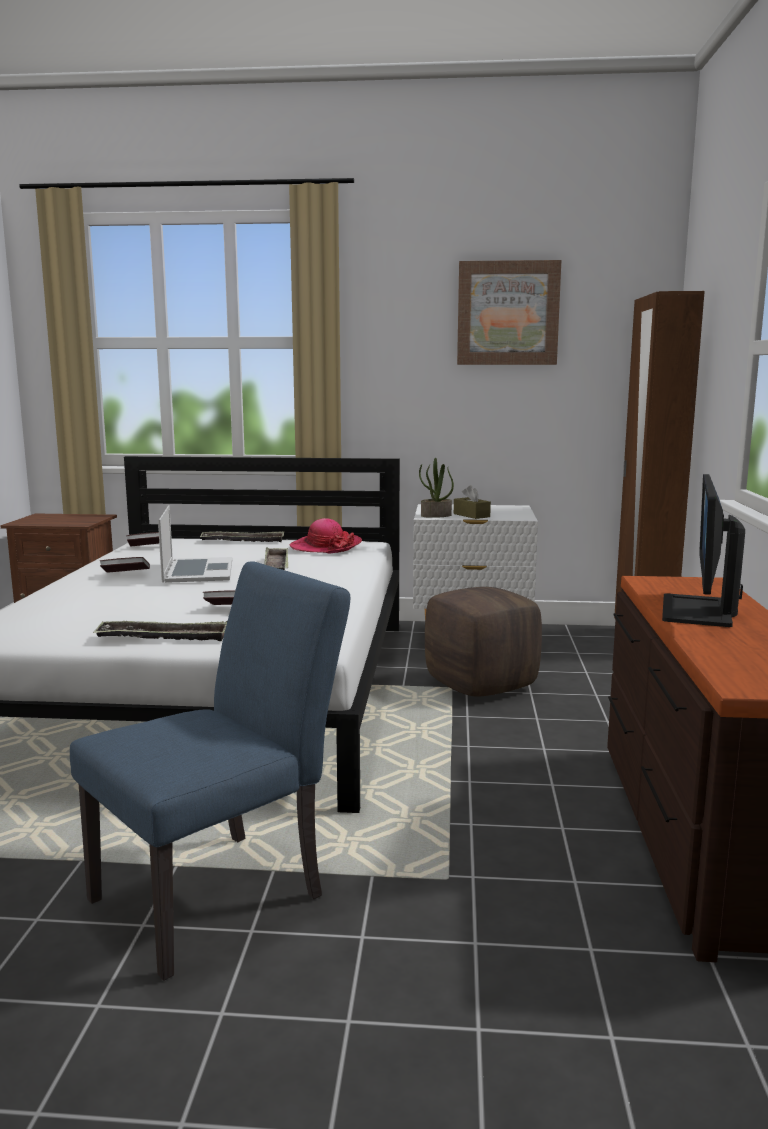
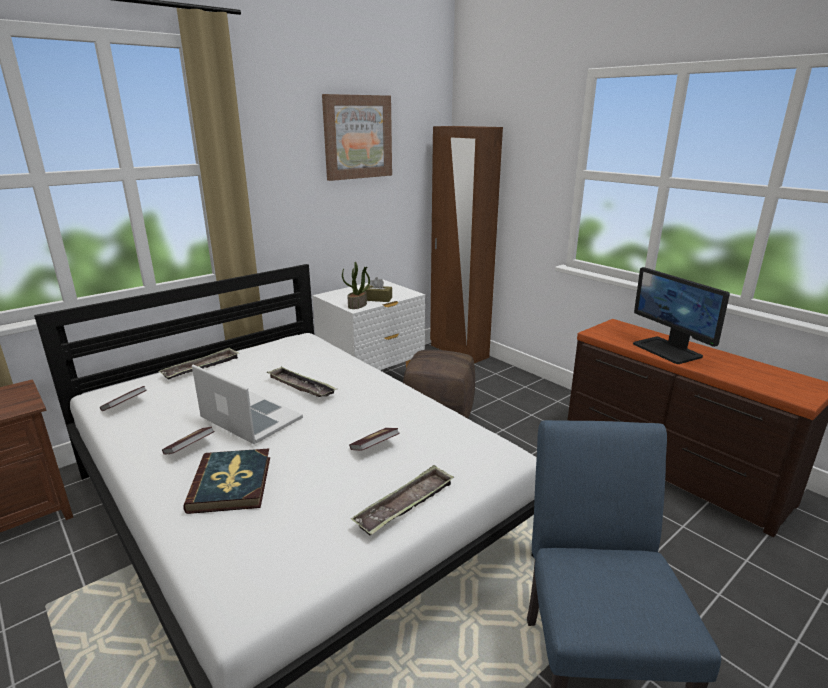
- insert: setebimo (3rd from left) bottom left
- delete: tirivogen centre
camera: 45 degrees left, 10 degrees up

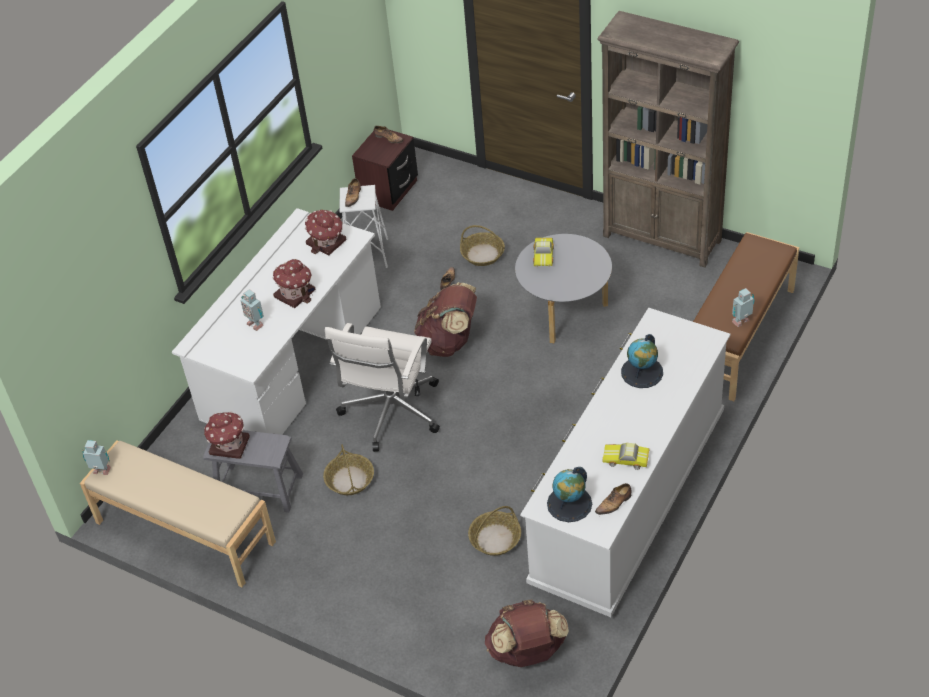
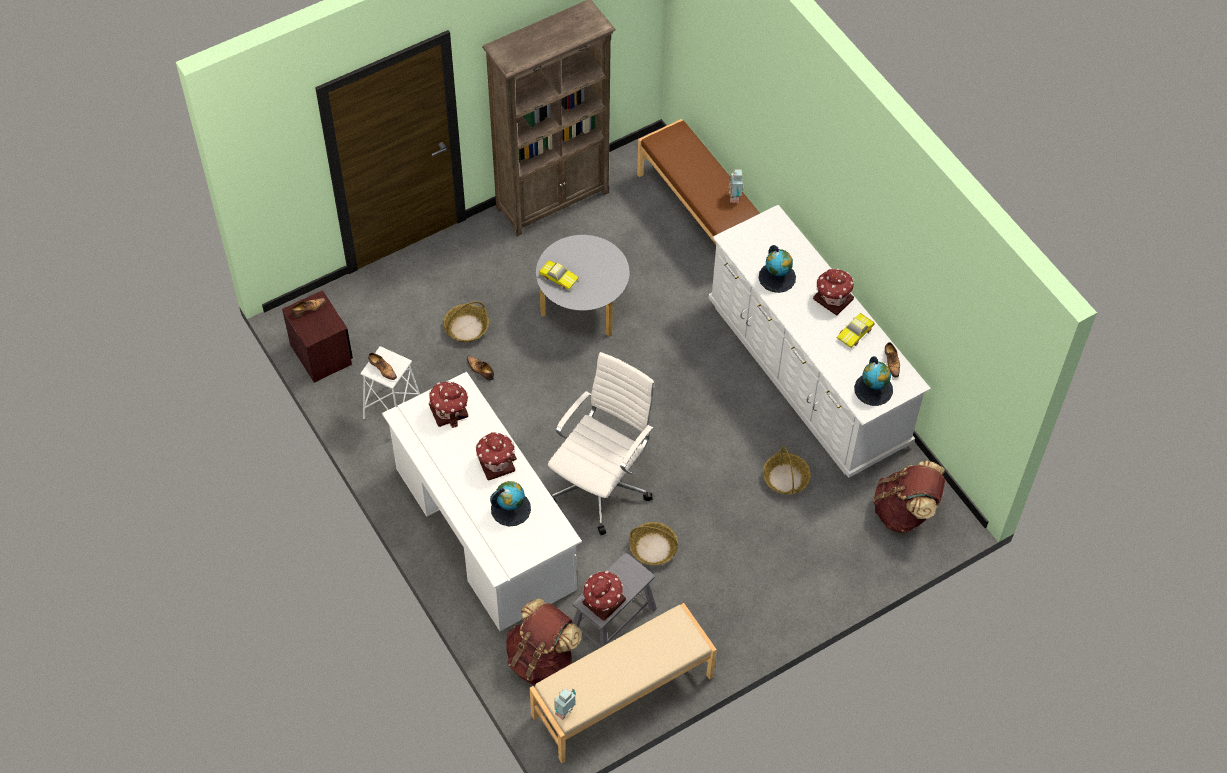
- replace: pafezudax (2nd from left) middle left to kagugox (1st from left) centre
- move: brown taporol (1st from left) centre to bottom centre
- rotate: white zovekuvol centre = centre 105 degrees counterclockwise
- insert: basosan (4th from left) middle right
camera: 65 degrees left, 10 degrees up

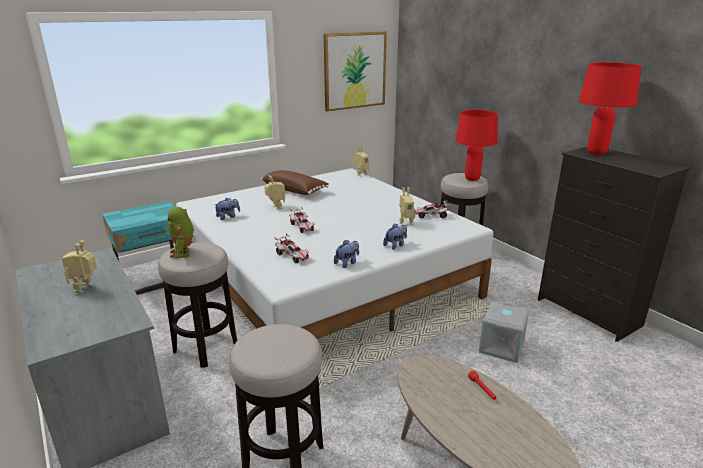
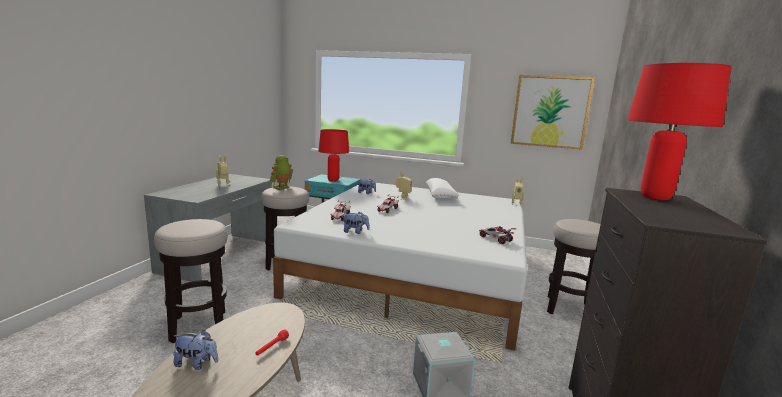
- move: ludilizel (3rd from left in the first image) centre to ludilizel (1st from left) bottom left
- move: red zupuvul (1st from left) top right to centre
- recolor: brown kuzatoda centre to white kuzatoda centre
- delete: pafezudax (5th from left) centre
camera: 50 degrees right, 10 degrees down

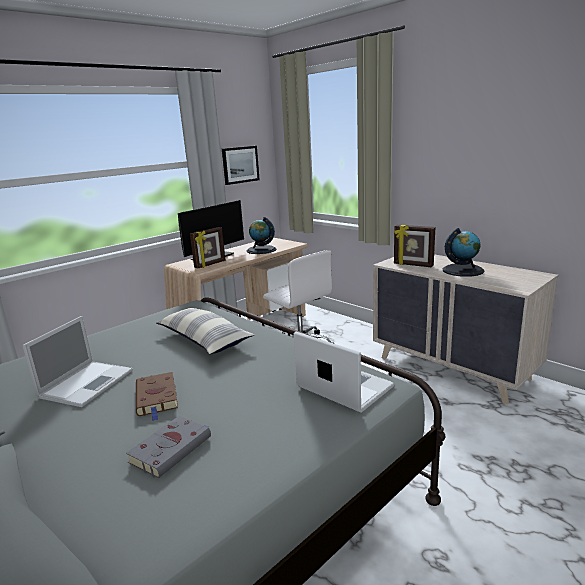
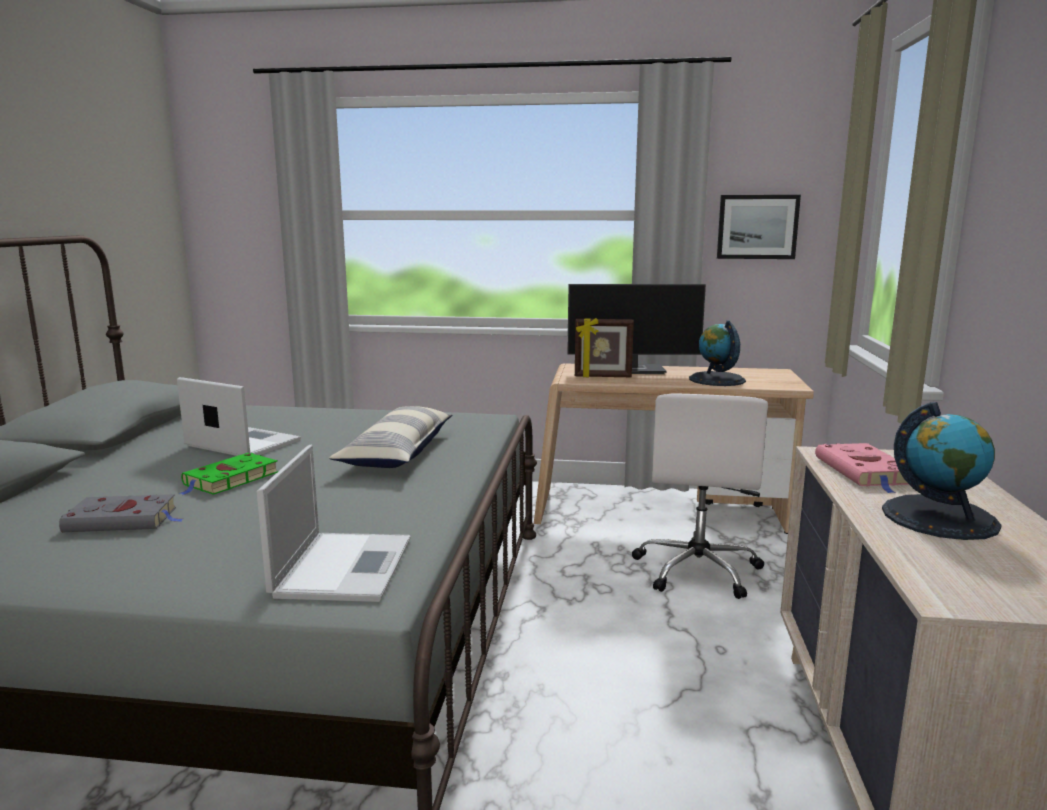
- rotate: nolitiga (1st from left) middle left = middle left 135 degrees counterclockwise
- recolor: brown setebimo bottom left to green setebimo middle left
- replace: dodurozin (2nd from left) middle right to pink setebimo middle right
camera: 50 degrees right, 5 degrees down

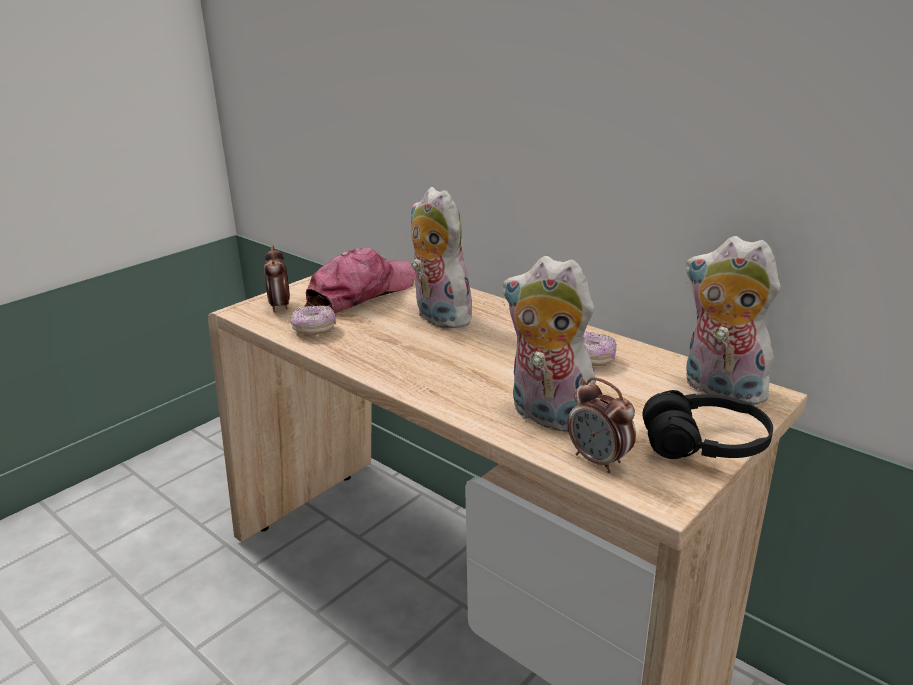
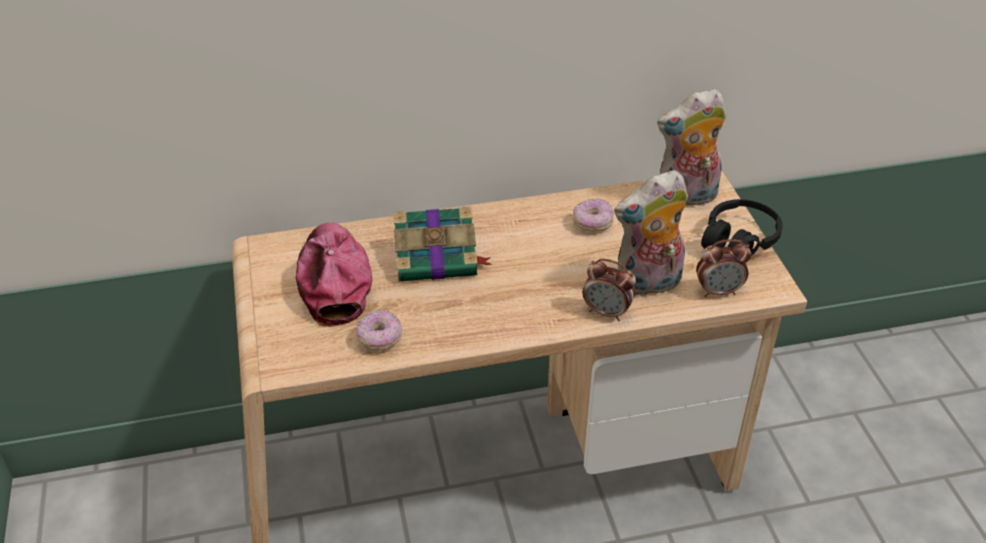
- replace: ludilizel (1st from left) centre to setebimo centre
- move: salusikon (1st from left) middle left to centre
camera: 55 degrees left, 15 degrees up

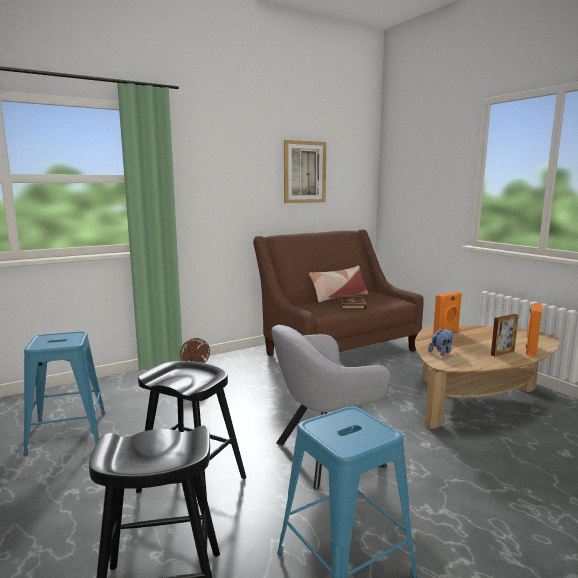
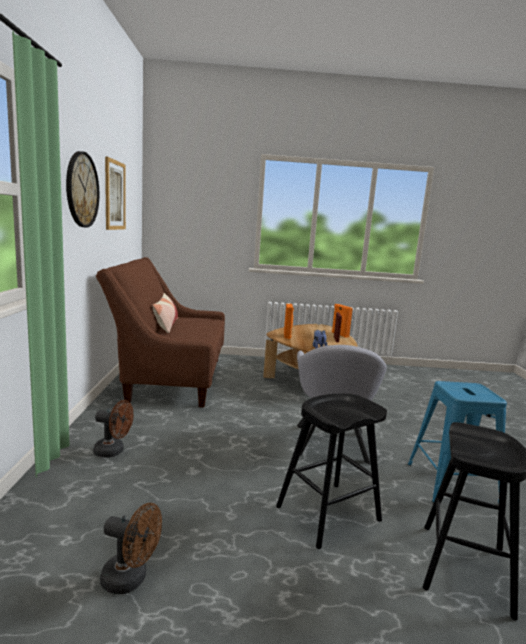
- insert: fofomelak top left
- replace: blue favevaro (1st from left) bottom left to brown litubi (2nd from left) bottom left
- delete: setebimo centre
camera: 60 degrees left, 0 degrees up

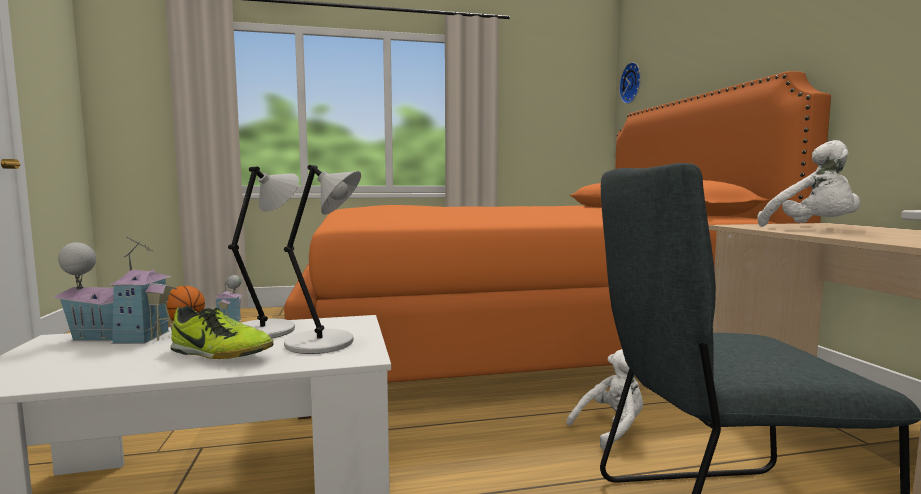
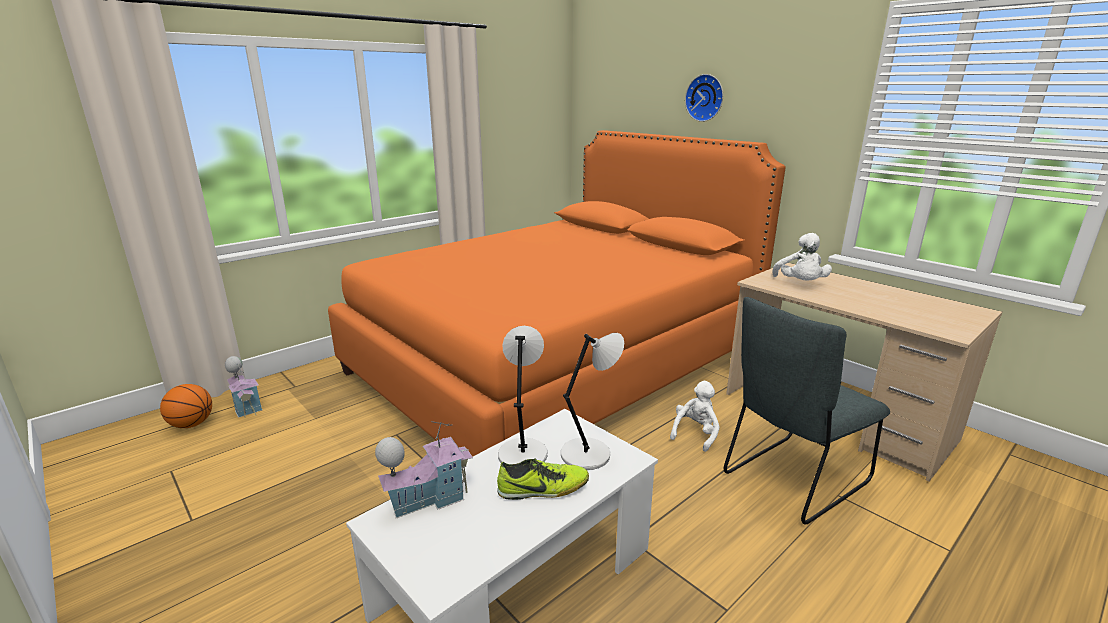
- move: fofomelak top right to top centre
- rotate: white ludilizel (2nd from left) middle right = middle right 45 degrees clockwise
camera: 30 degrees left, 15 degrees up

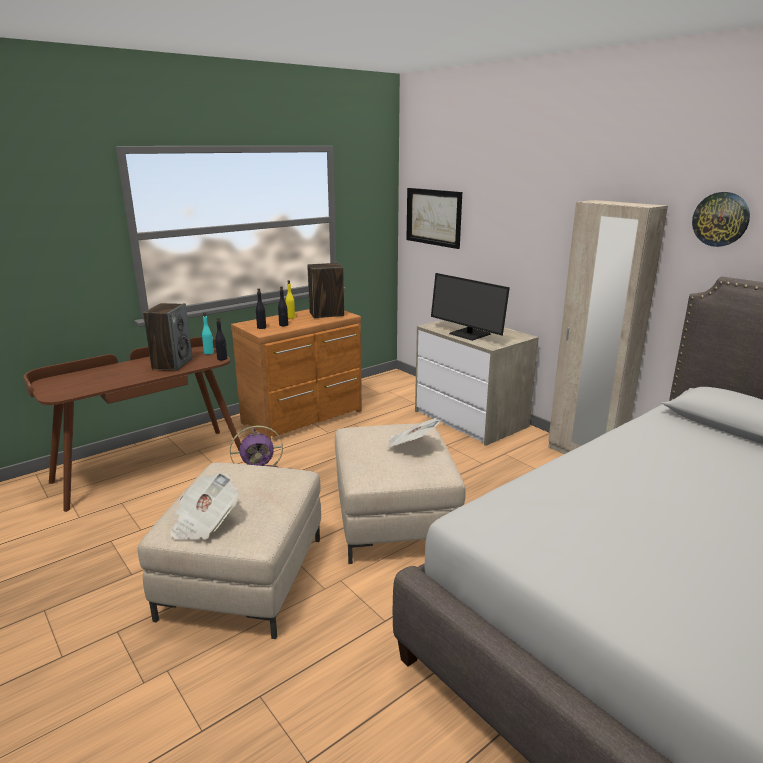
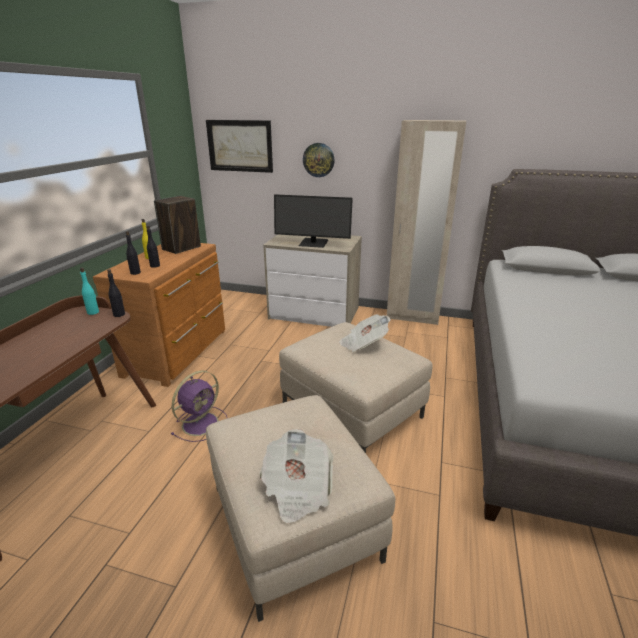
- move: fofomelak top right to top centre
- delete: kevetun (1st from left) middle left
camera: 35 degrees left, 5 degrees up

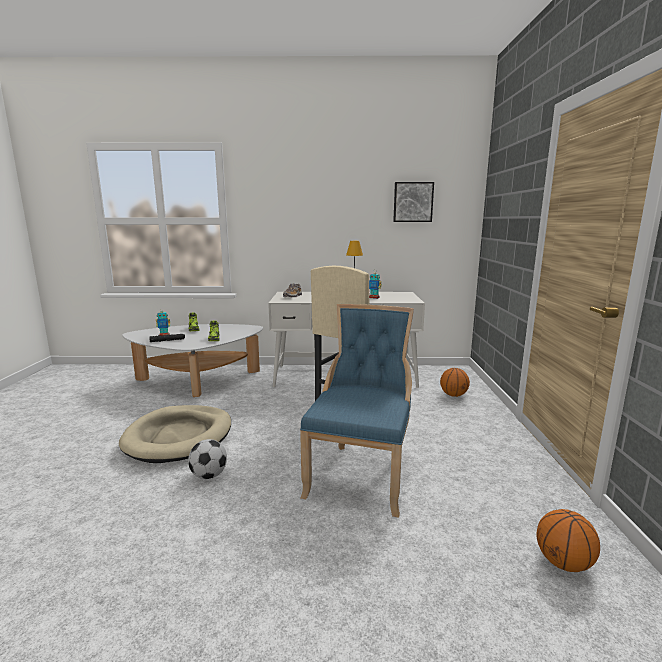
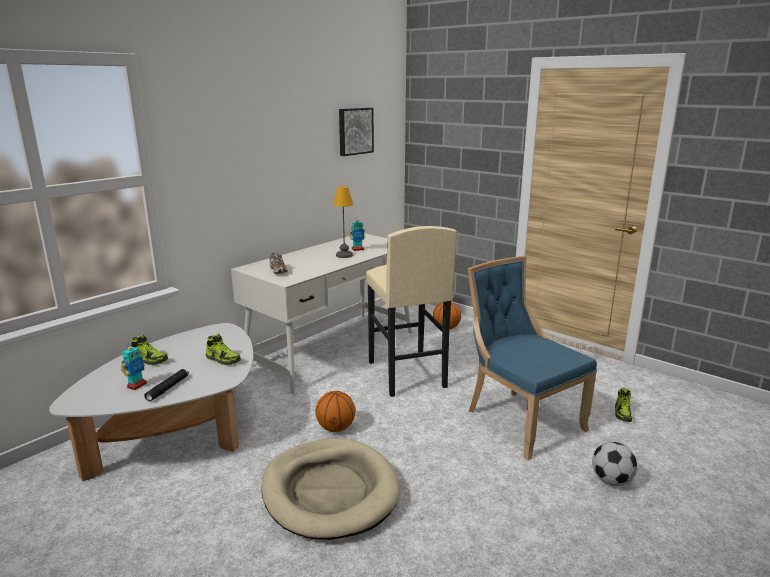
- move: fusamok (2nd from left in the first image) bottom right to fusamok (1st from left) bottom centre
- move: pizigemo bottom left to bottom right
- insert: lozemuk (4th from left) bottom right
camera: 50 degrees left, 5 degrees up

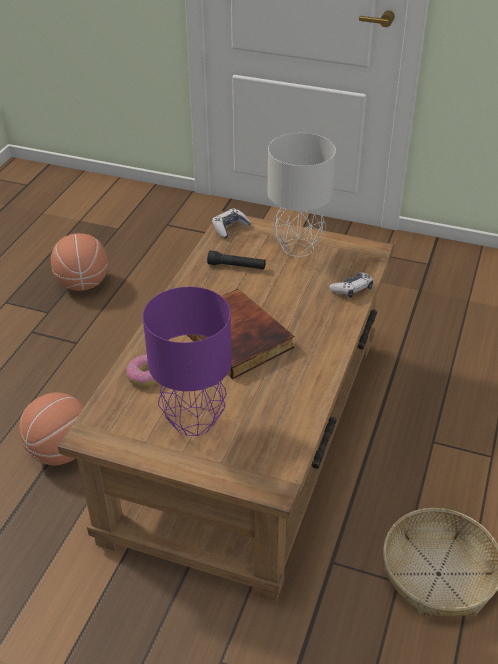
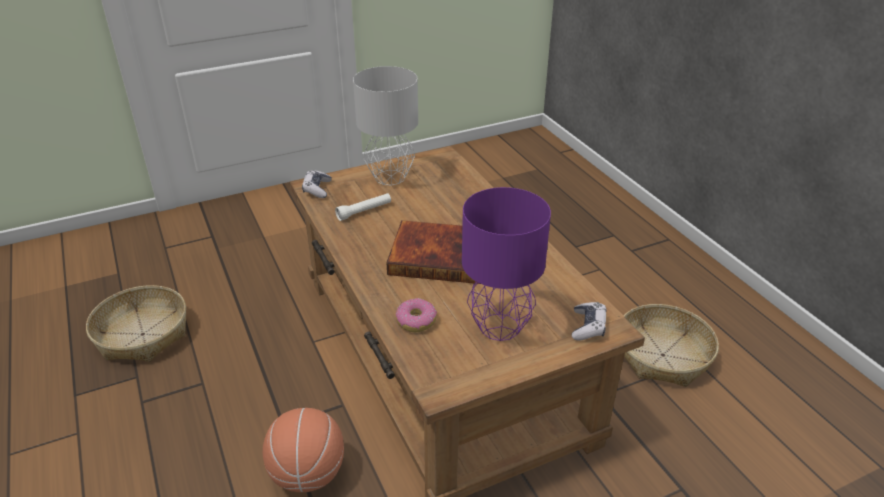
- replace: fusamok (2nd from left) middle left to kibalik (1st from left) middle left
- recolor: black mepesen centre to white mepesen centre
- move: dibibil (2nd from left) middle right to centre
camera: 45 degrees left, 5 degrees down

